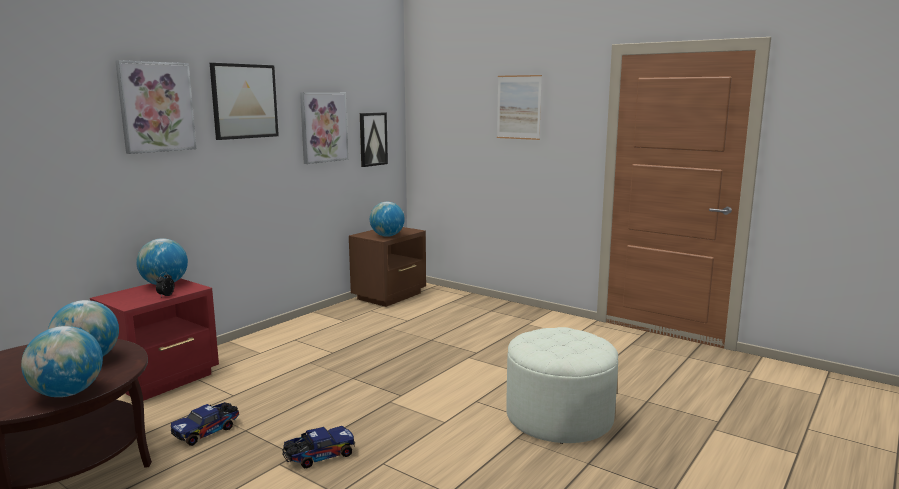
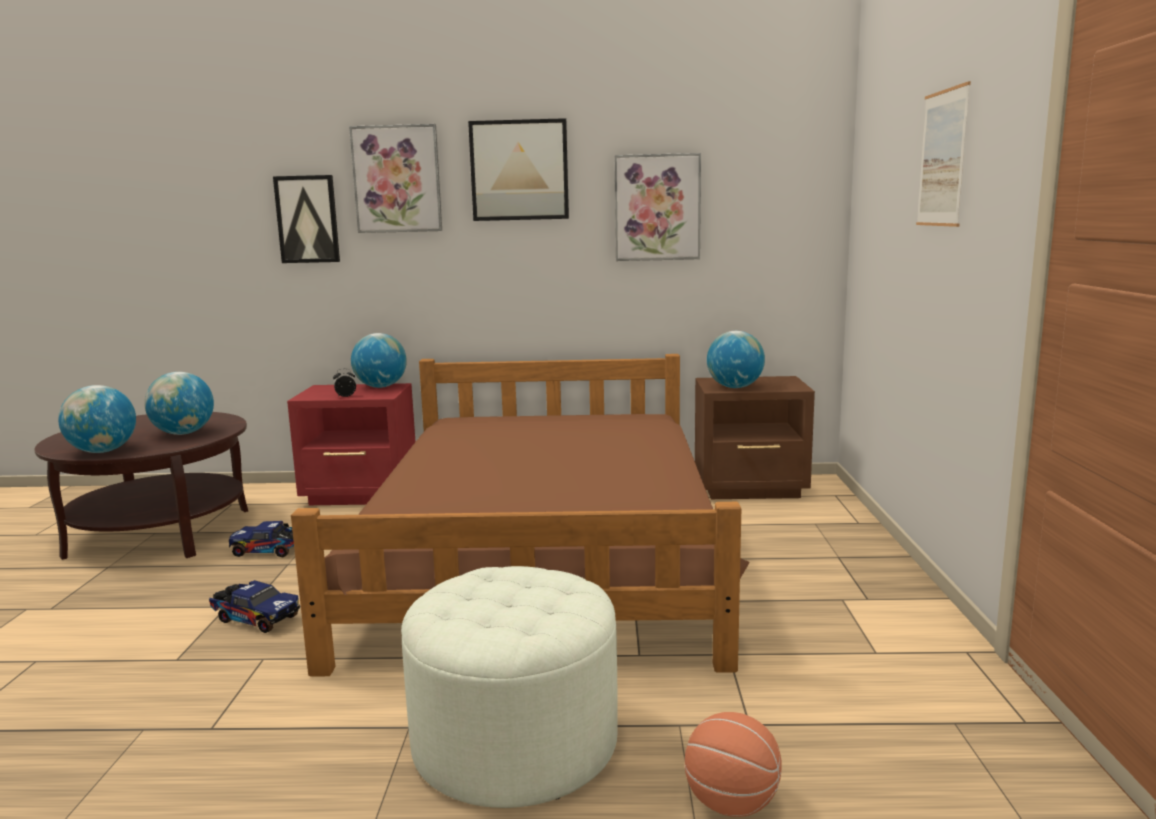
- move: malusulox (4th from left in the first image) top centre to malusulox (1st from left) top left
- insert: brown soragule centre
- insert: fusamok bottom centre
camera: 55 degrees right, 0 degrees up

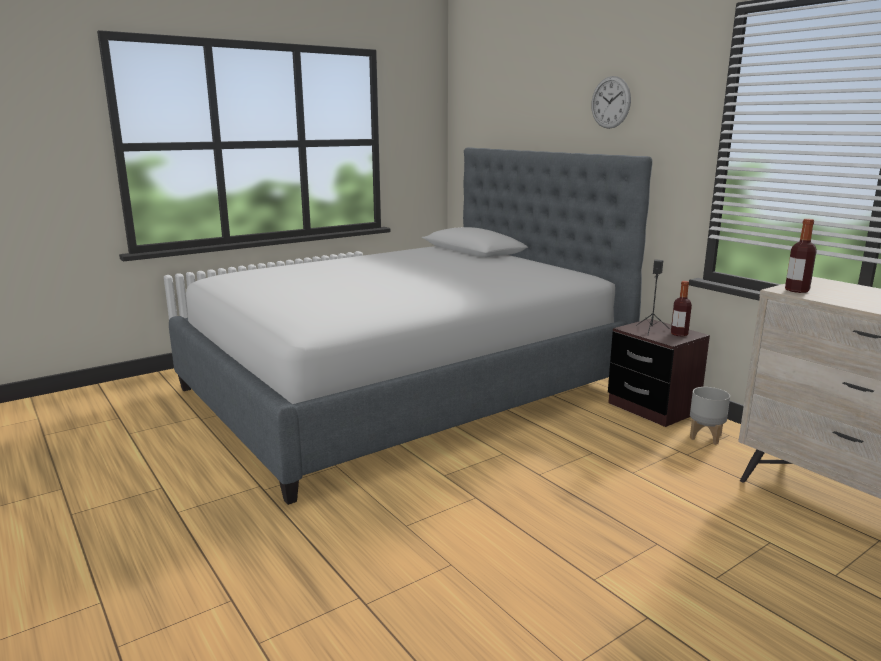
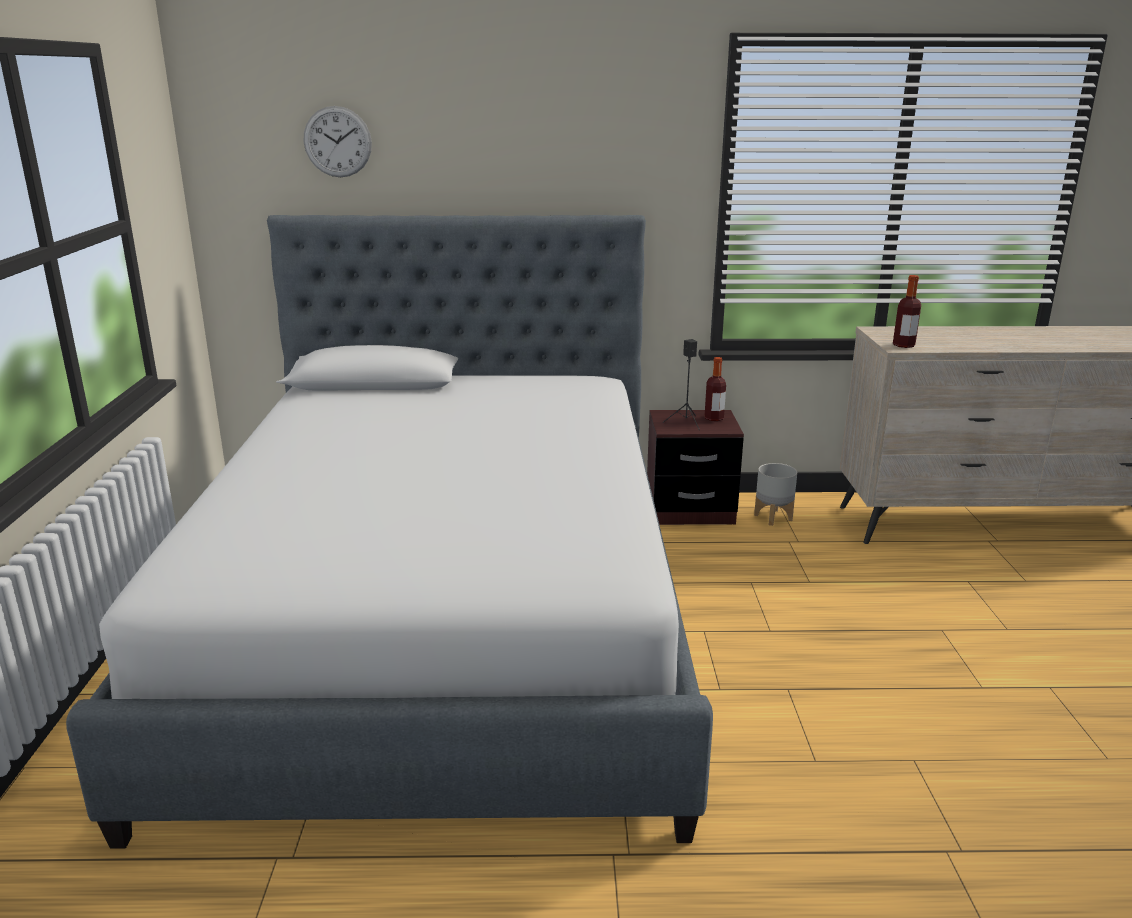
- move: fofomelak top right to top left
camera: 55 degrees left, 5 degrees up

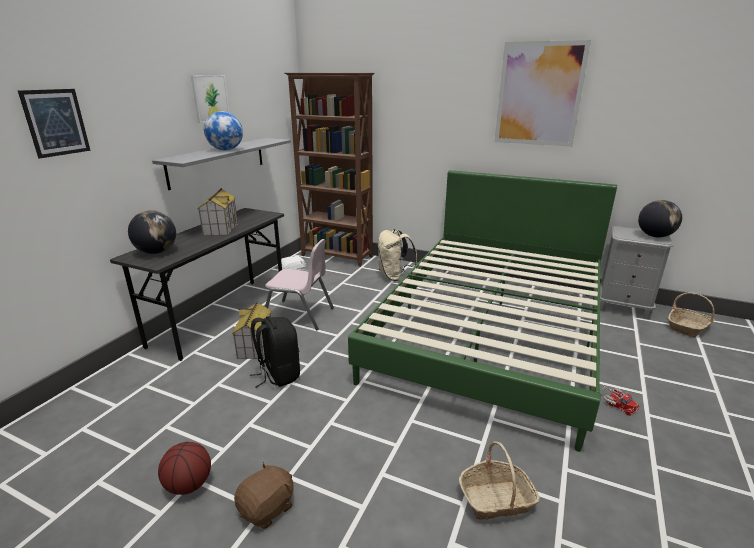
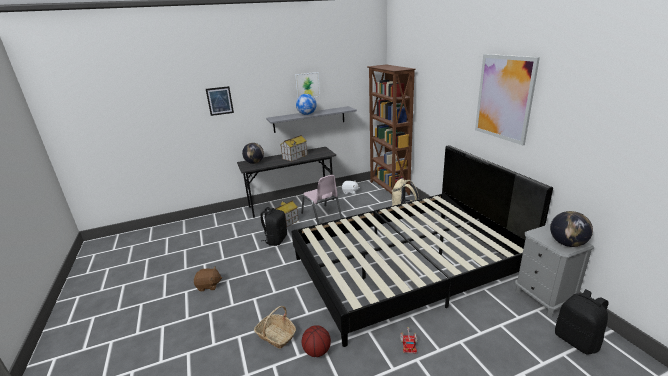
- recolor: green soragule centre to black soragule centre
- move: fusamok bottom left to bottom centre
- replace: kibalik (2nd from left) middle right to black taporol (2nd from left) bottom right
camera: 45 degrees right, 0 degrees up

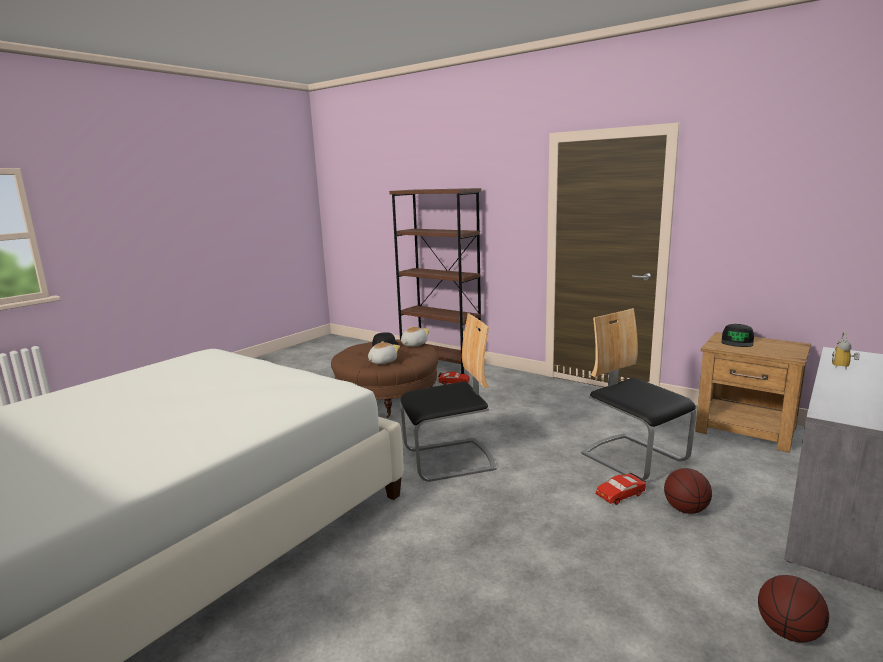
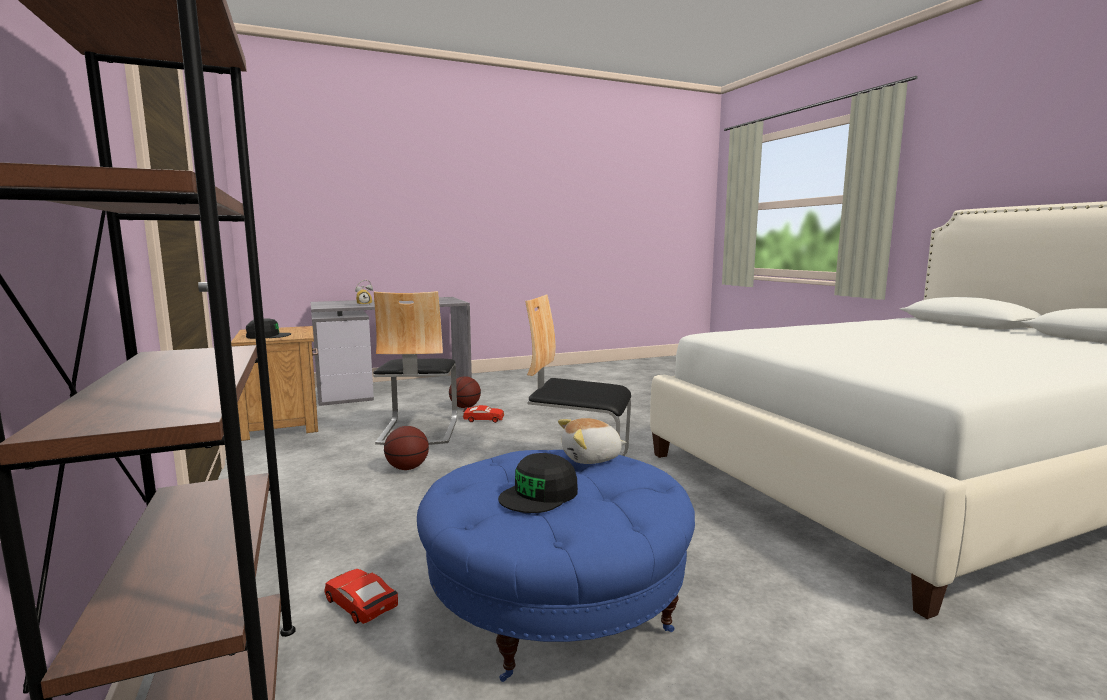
- move: fusamok (2nd from left in the first image) bottom right to fusamok (1st from left) centre
- recolor: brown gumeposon centre to blue gumeposon bottom centre
- delete: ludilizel (2nd from left) centre
camera: 150 degrees left, 5 degrees down

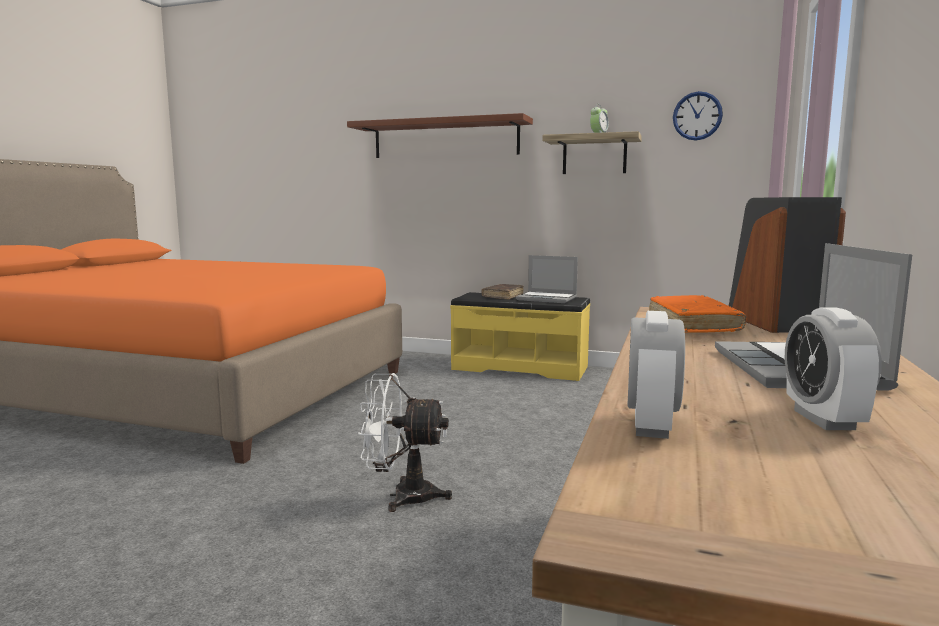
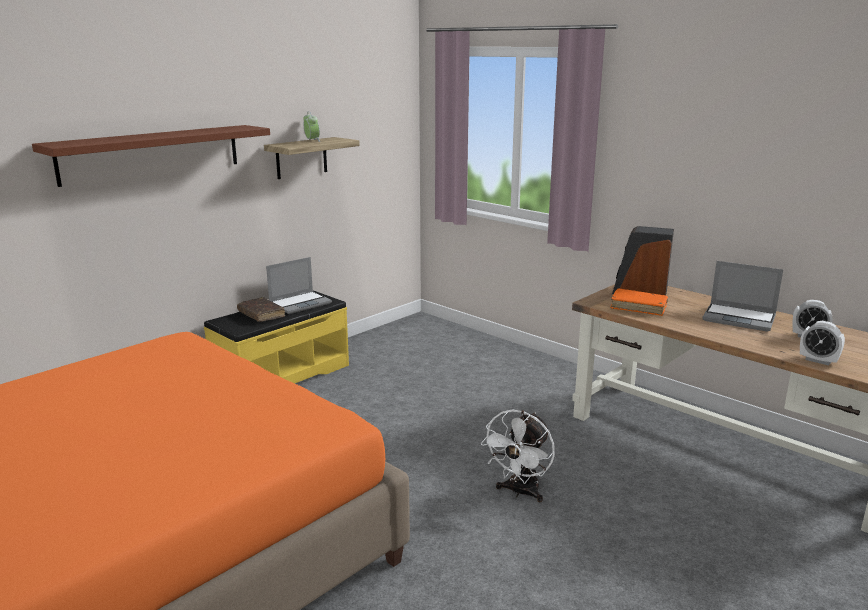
- delete: fofomelak top right
camera: 65 degrees left, 10 degrees up

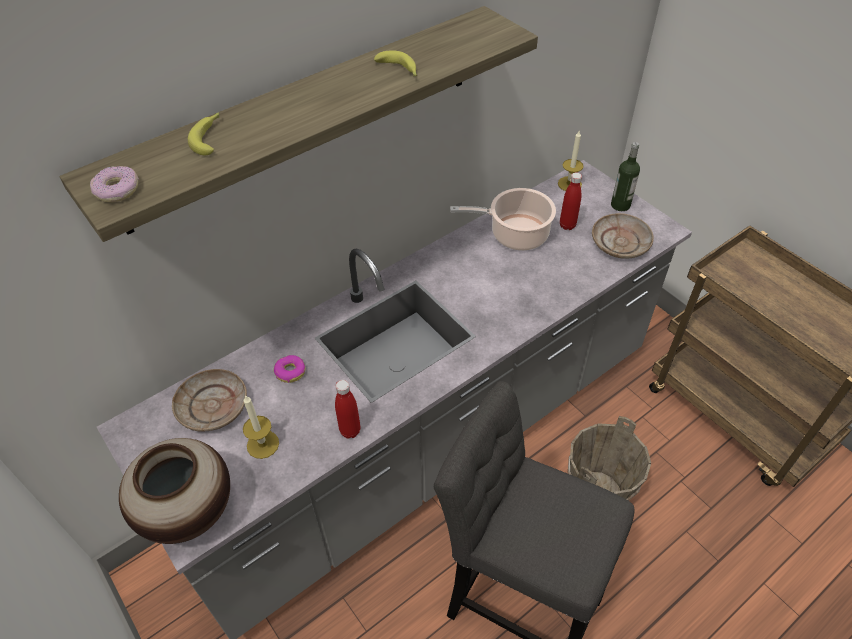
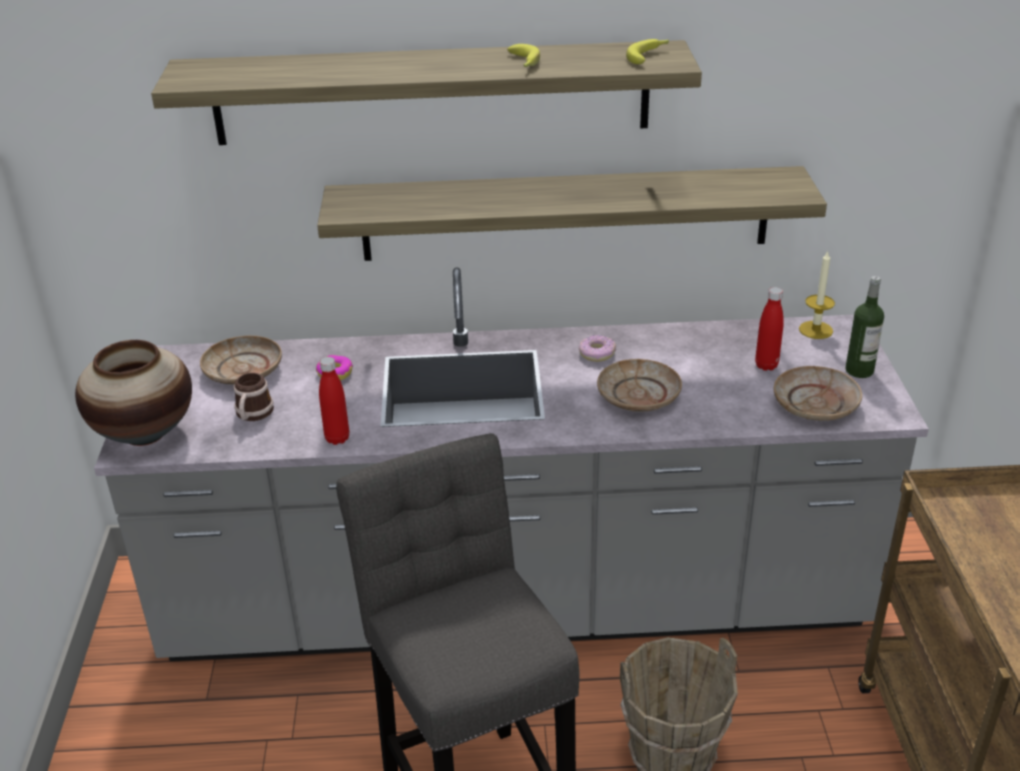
- replace: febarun (1st from left) bottom left to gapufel middle left
- insert: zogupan (2nd from left) top centre
- move: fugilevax (1st from left in the first image) top left to fugilevax (2nd from left) centre
- insert: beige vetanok (2nd from left) centre
- move: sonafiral (1st from left in the first image) top left to sonafiral (2nd from left) top centre
- delete: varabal centre
camera: 35 degrees right, 15 degrees down

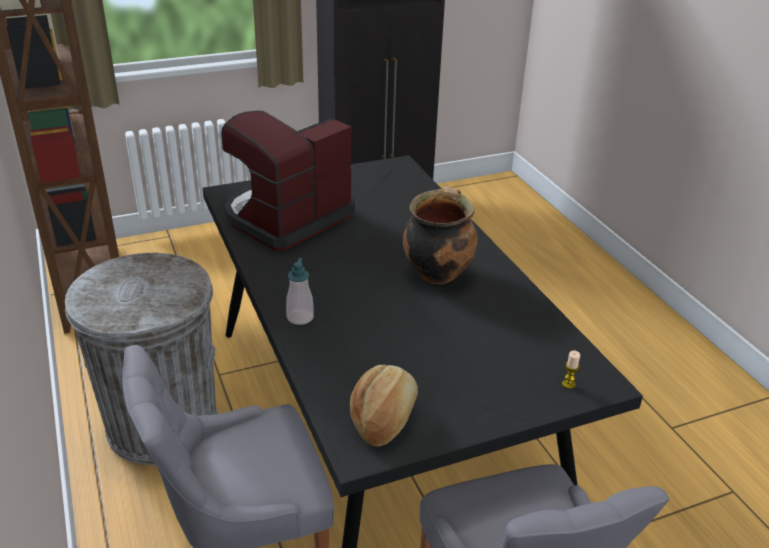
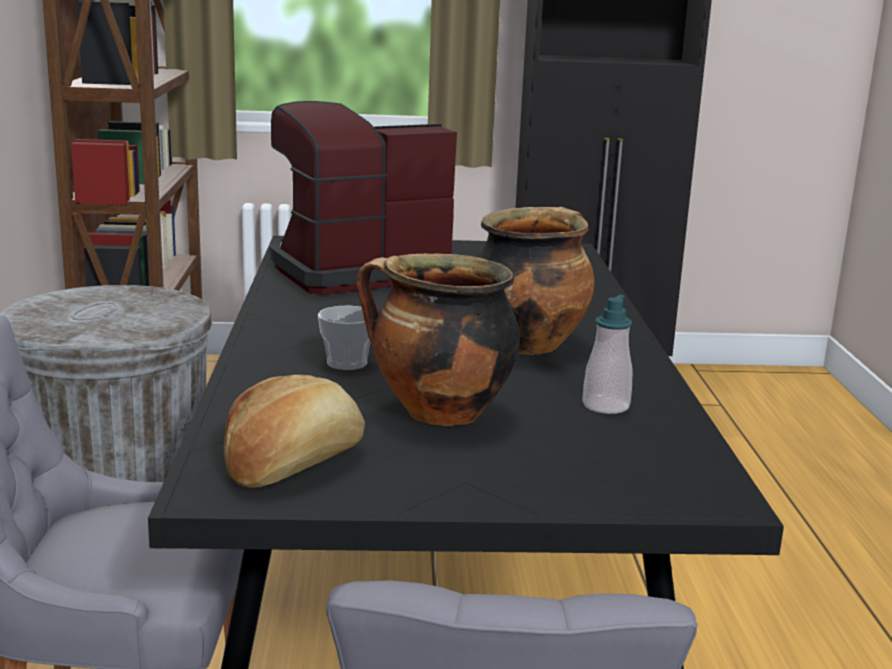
- insert: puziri centre
- insert: varabal (1st from left) centre
- move: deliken centre to middle right
- delete: febarun bottom right
camera: 20 degrees right, 15 degrees down

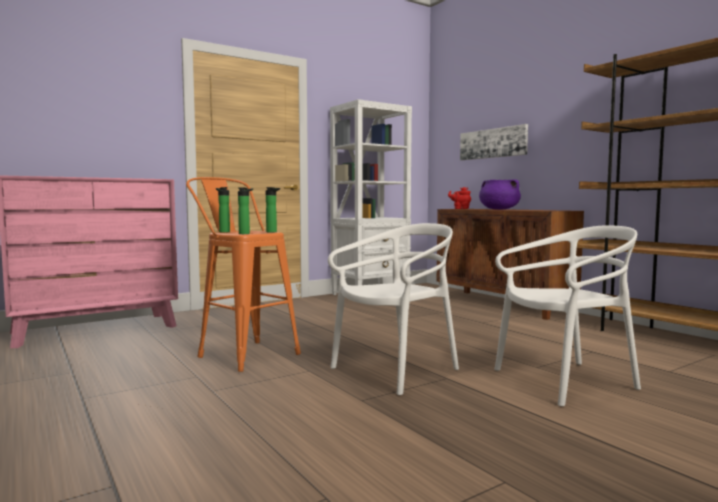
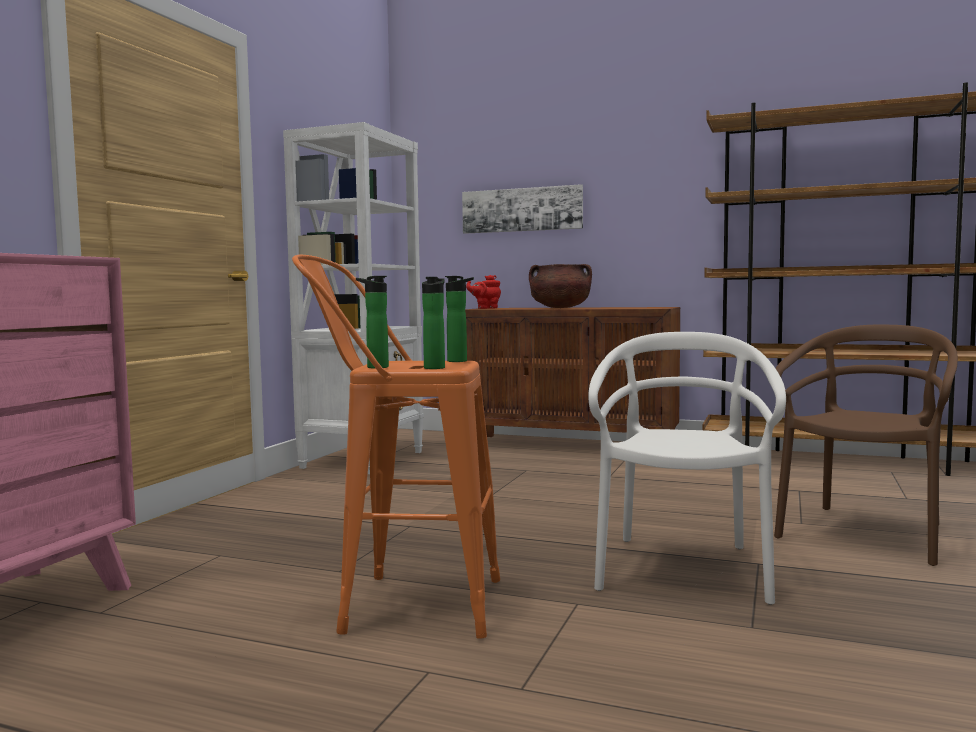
- recolor: purple varabal middle right to brown varabal centre
- recolor: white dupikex (2nd from left) middle right to brown dupikex middle right
camera: 35 degrees left, 0 degrees up

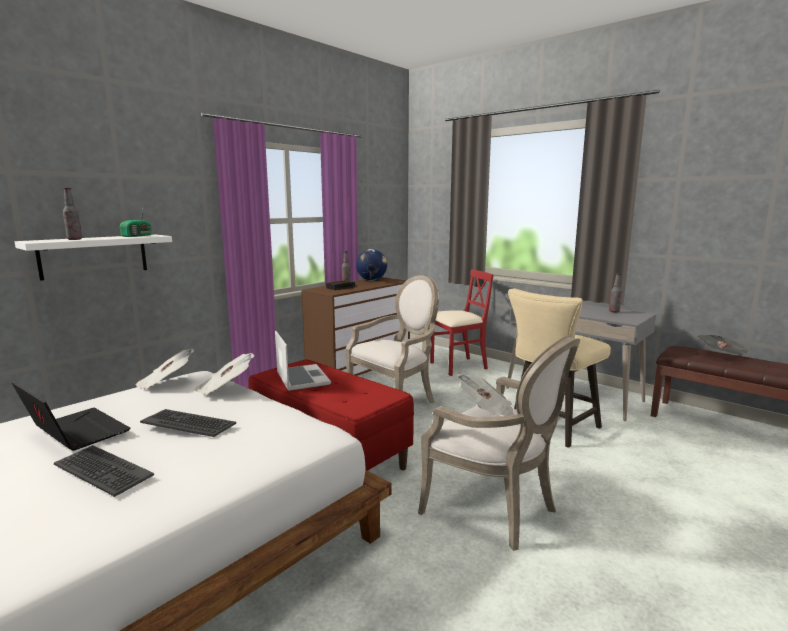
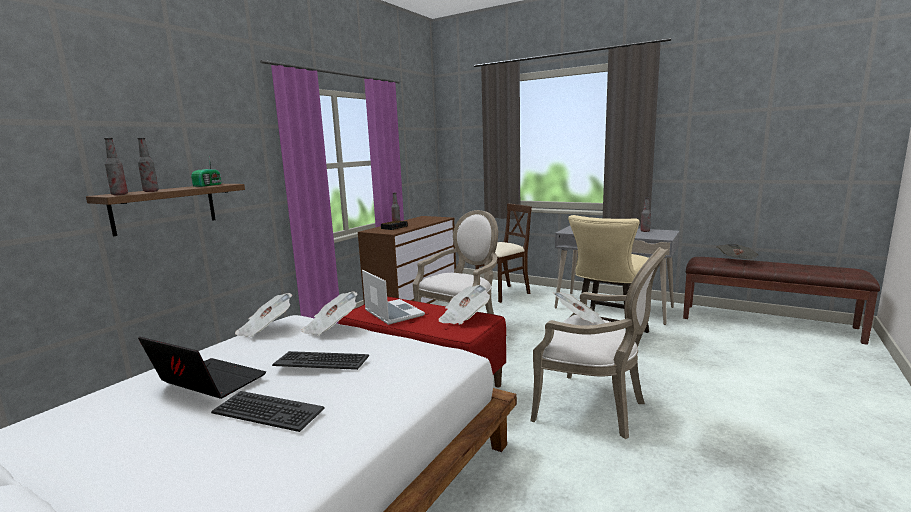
- recolor: white zogupan middle left to brown zogupan middle left
- insert: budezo (1st from left) top left
- insert: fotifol (3rd from left) centre
- recolor: red dupikex centre to beige dupikex centre
- delete: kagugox centre
camera: 10 degrees left, 0 degrees up

